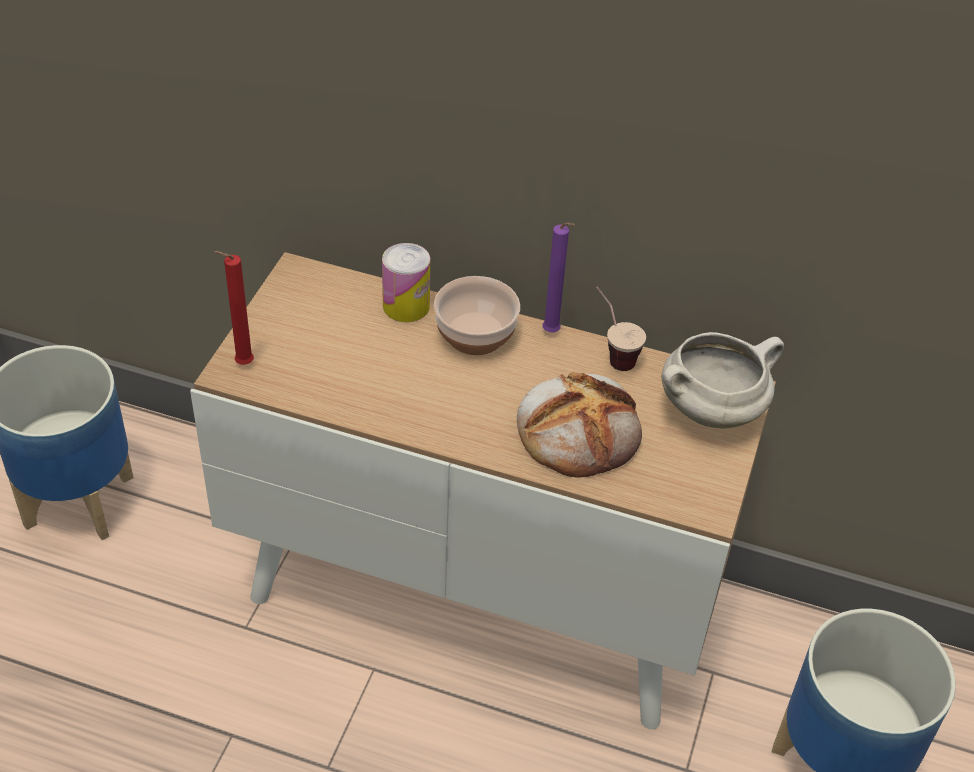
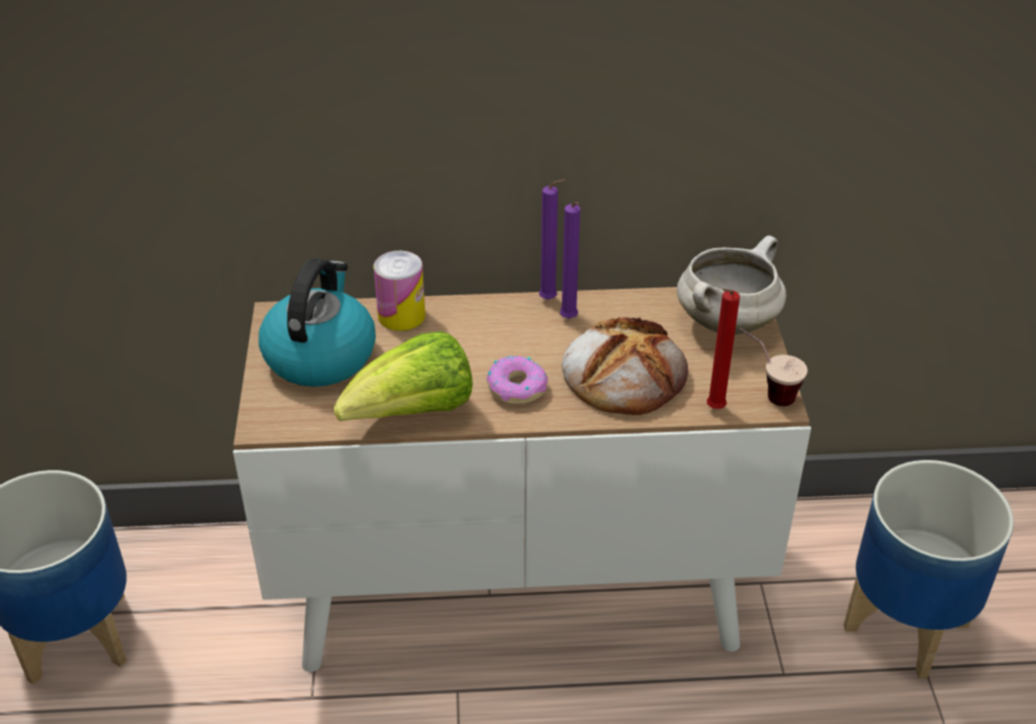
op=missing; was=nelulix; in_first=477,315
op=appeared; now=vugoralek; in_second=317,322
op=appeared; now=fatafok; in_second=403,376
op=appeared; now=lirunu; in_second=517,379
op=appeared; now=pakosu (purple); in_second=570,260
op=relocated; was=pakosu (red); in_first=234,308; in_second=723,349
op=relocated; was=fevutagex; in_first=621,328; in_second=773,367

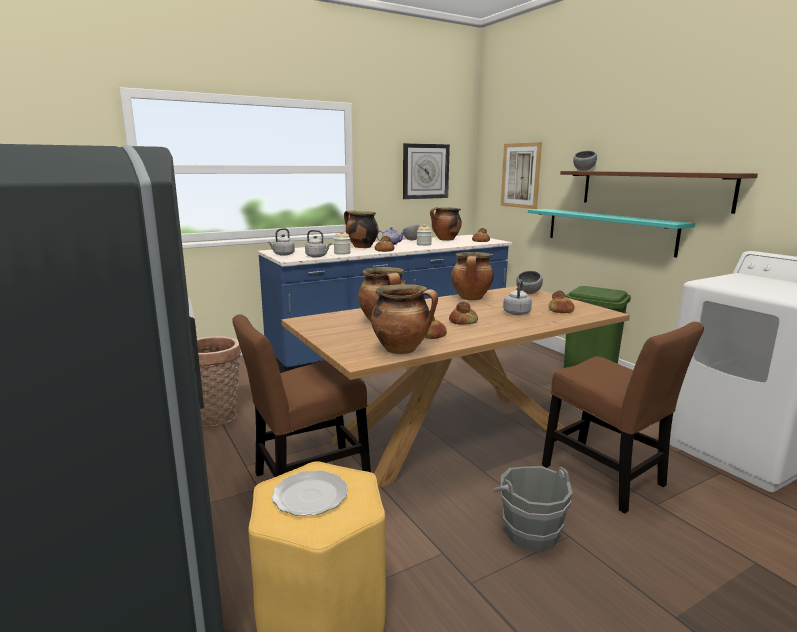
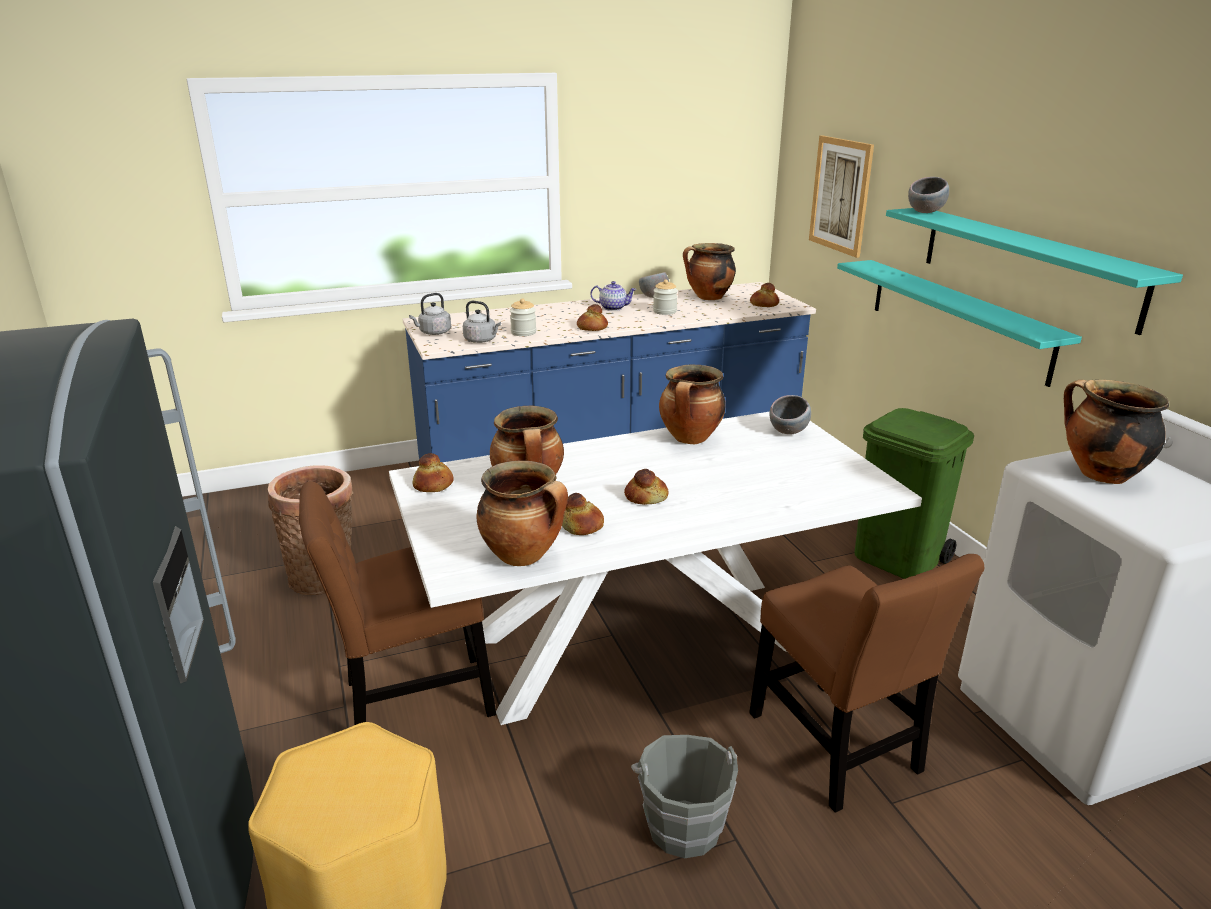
op=missing; was=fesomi; in_first=310,493
op=missing; was=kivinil; in_first=426,171
op=missing; was=vugoralek (grey); in_first=517,297
op=relocated; was=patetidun; in_first=361,229; in_second=1116,432
op=relocated; was=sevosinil; in_first=561,301; in_second=433,472
op=colour; was=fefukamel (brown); now=fefukamel (white); in_first=455,387; in_second=655,568
op=colour; was=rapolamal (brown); now=rapolamal (turquoise); in_first=659,192; in_second=1034,271

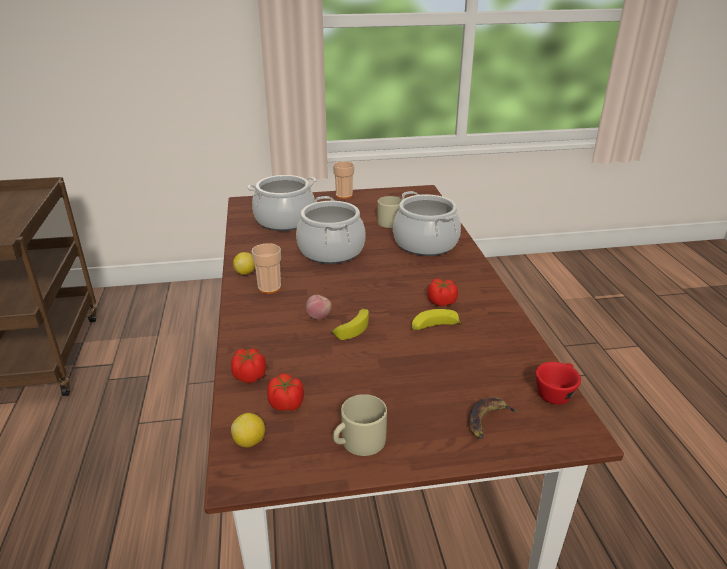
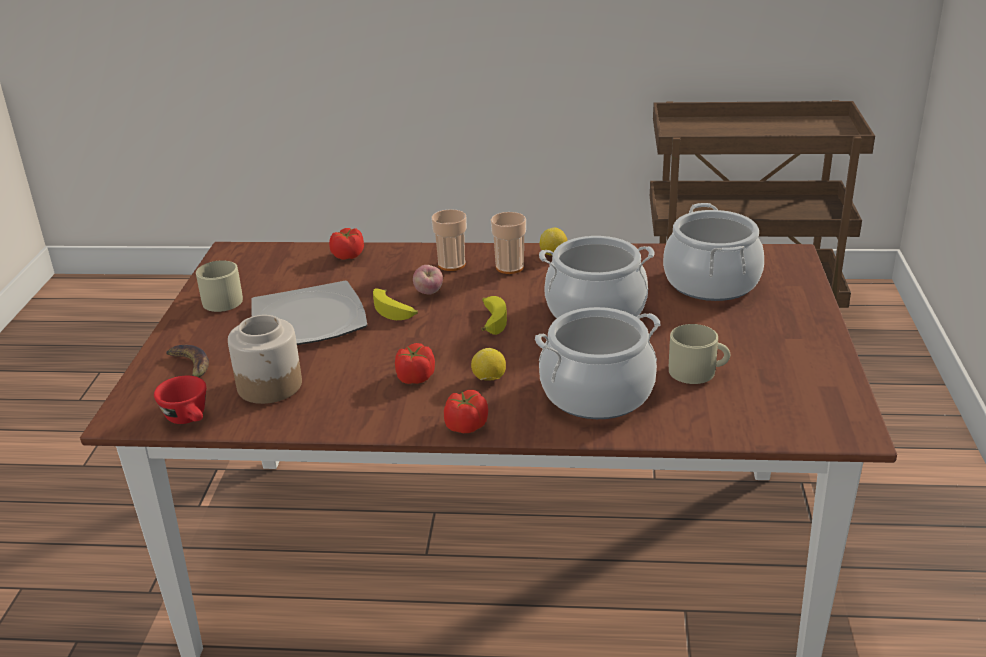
op=appeared; now=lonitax; in_second=265,359
op=appeared; now=fesomi; in_second=309,313
op=relocated; was=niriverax; in_first=248,430; in_second=488,364
op=relocated; was=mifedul; in_first=285,392; in_second=466,411
op=relocated; was=fevutagex; in_first=343,180; in_second=449,240
op=relocated; was=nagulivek; in_first=437,319; in_second=494,315

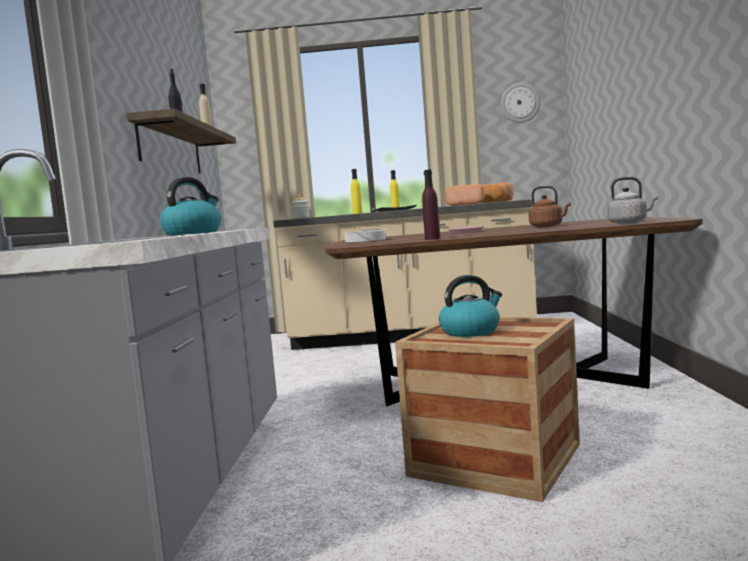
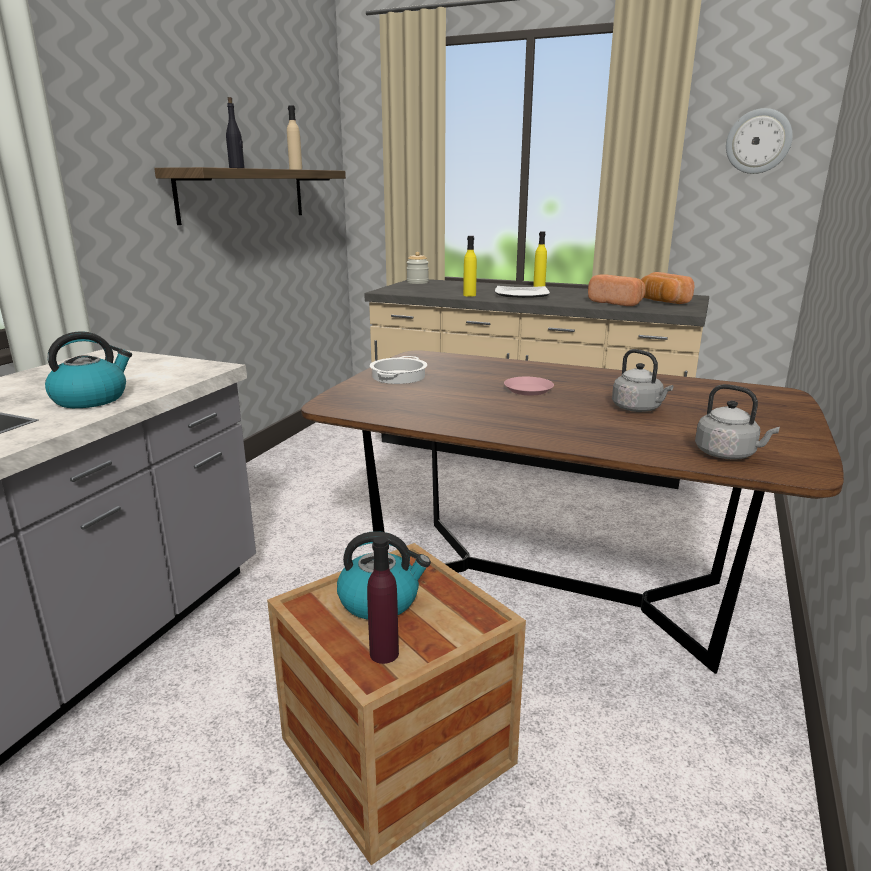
op=relocated; was=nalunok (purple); in_first=431,205; in_second=383,600
op=colour; was=vugoralek (brown); now=vugoralek (grey); in_first=549,206; in_second=642,380

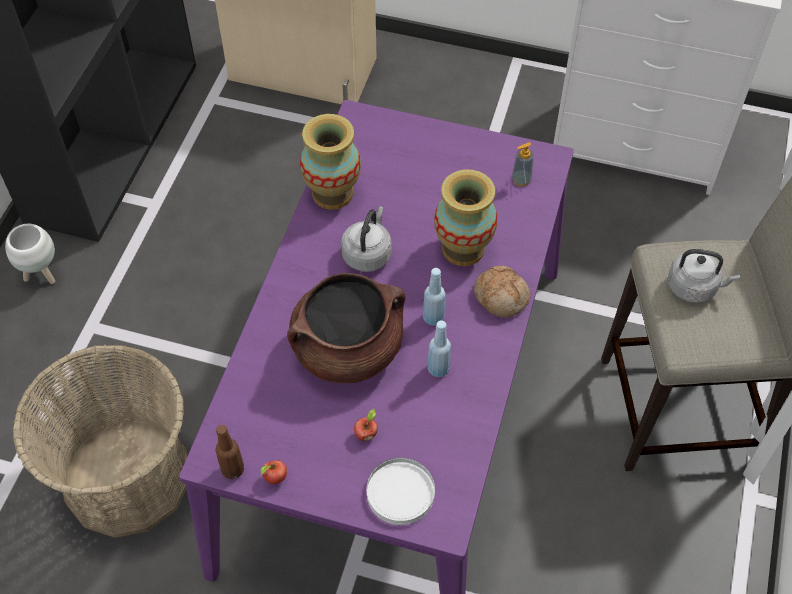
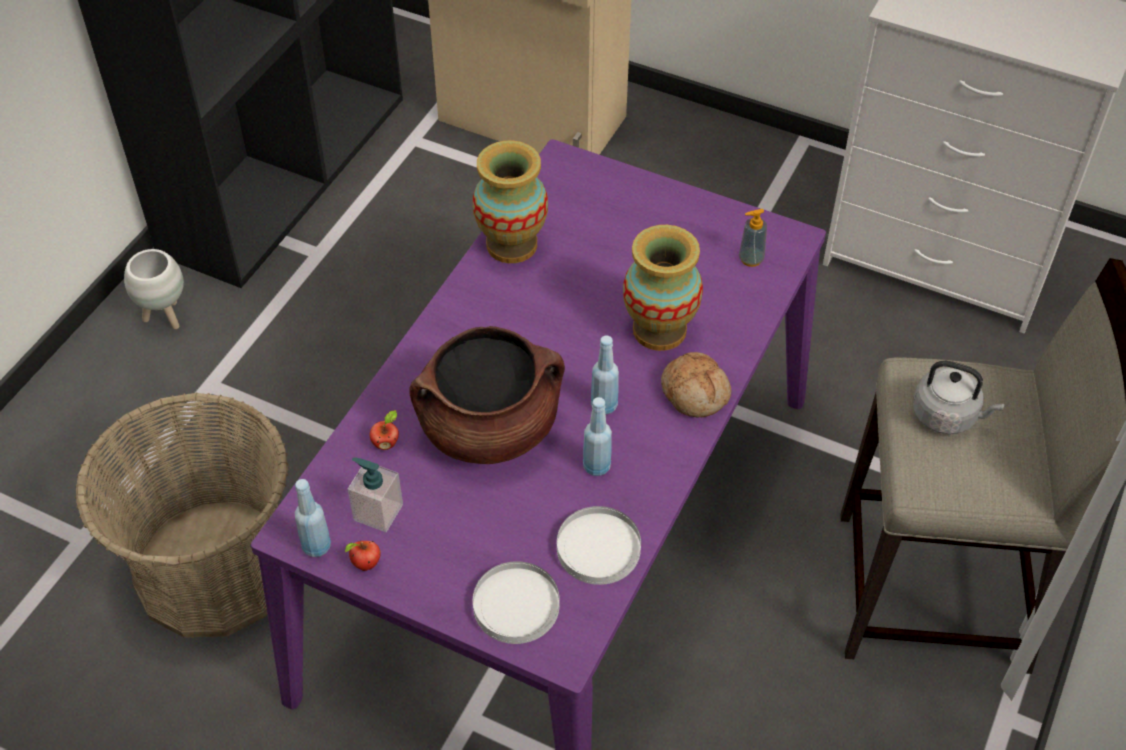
op=missing; was=vugoralek (grey); in_first=366,239
op=appeared; now=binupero; in_second=375,494
op=appeared; now=fesomi (white); in_second=599,545
op=relocated; was=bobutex; in_first=366,425; in_second=384,430
op=colour; was=nalunok (brown); now=nalunok (blue); in_first=229,452; in_second=313,518

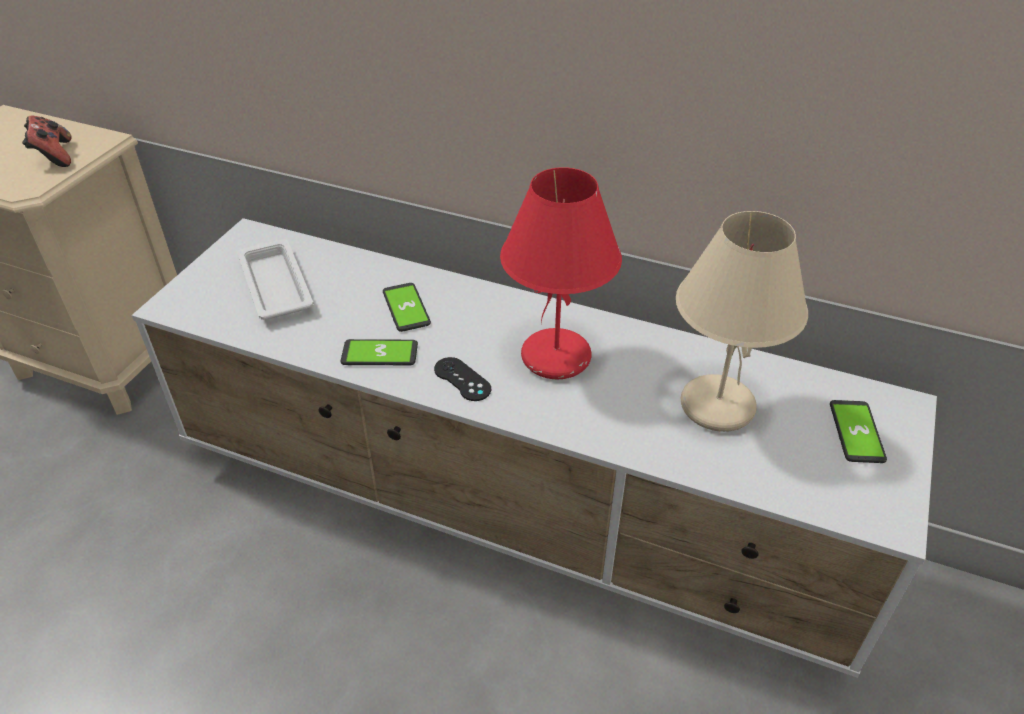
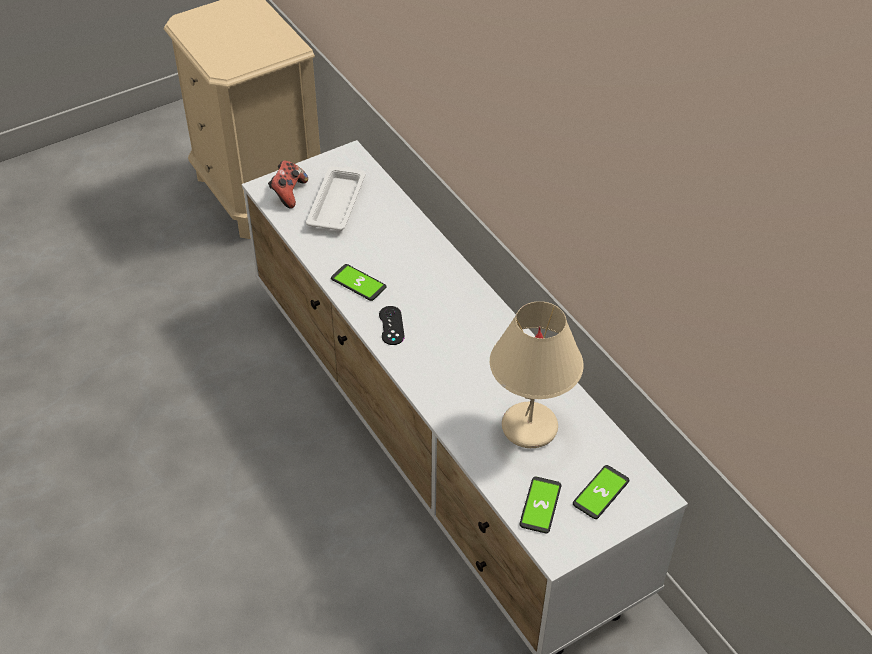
op=missing; was=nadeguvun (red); in_first=561,273
op=relocated; was=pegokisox; in_first=47,141; in_second=288,184
op=relocated; was=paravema; in_first=407,307; in_second=540,505

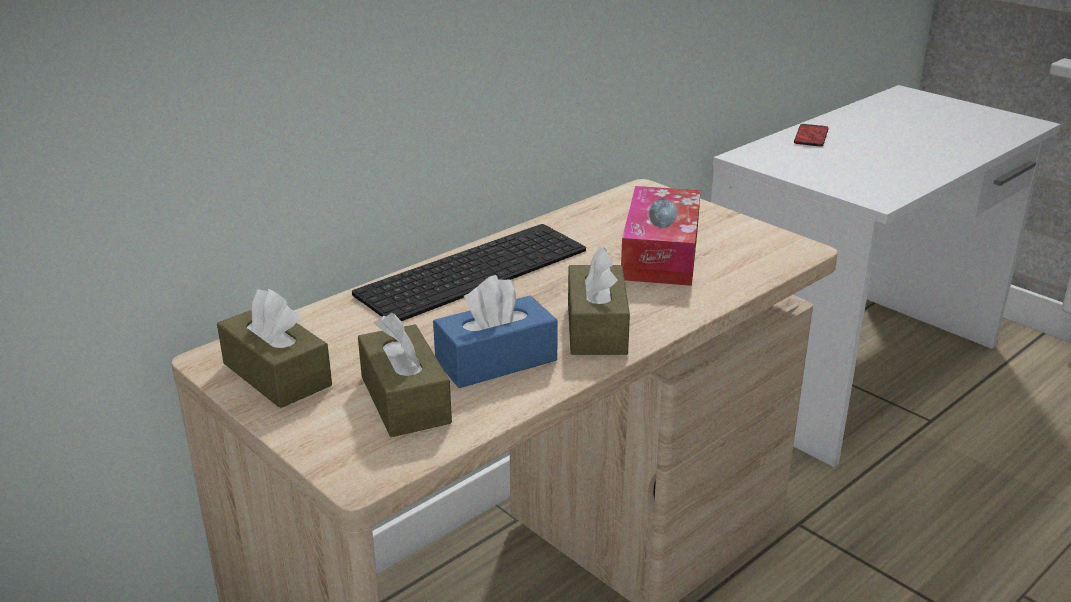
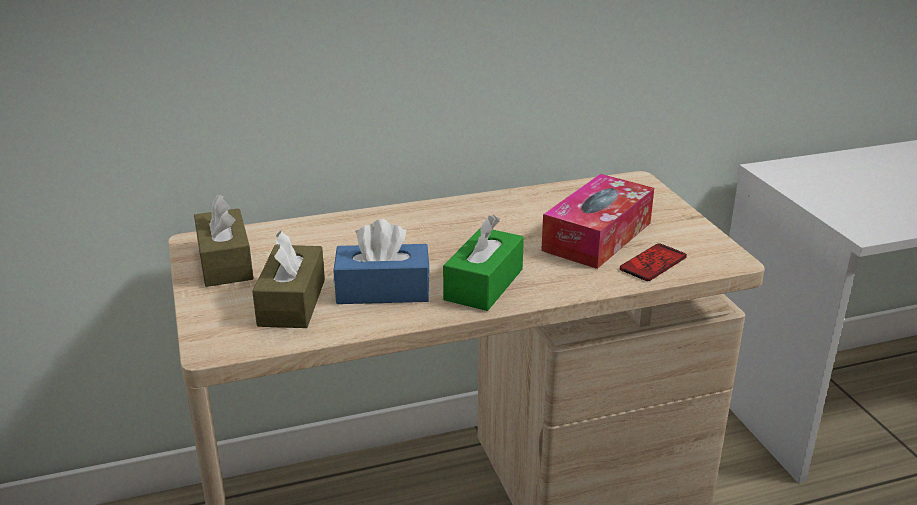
op=missing; was=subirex; in_first=469,272
op=relocated; was=paravema; in_first=811,135; in_second=653,262
op=colour; was=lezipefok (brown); now=lezipefok (green); in_first=599,300; in_second=483,263

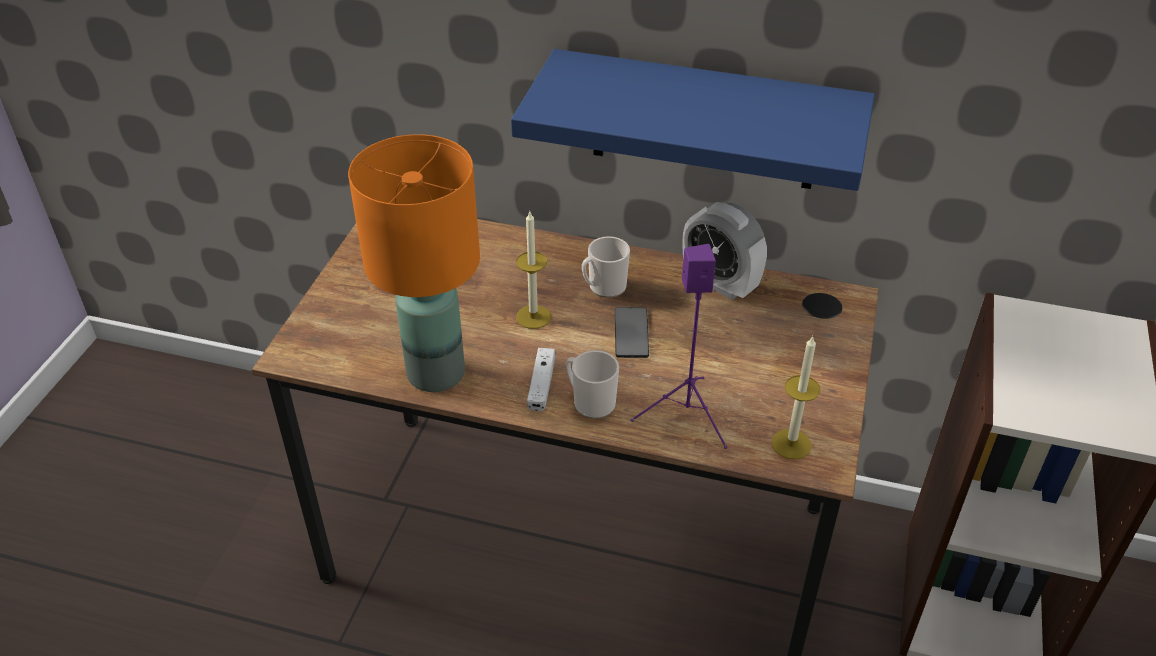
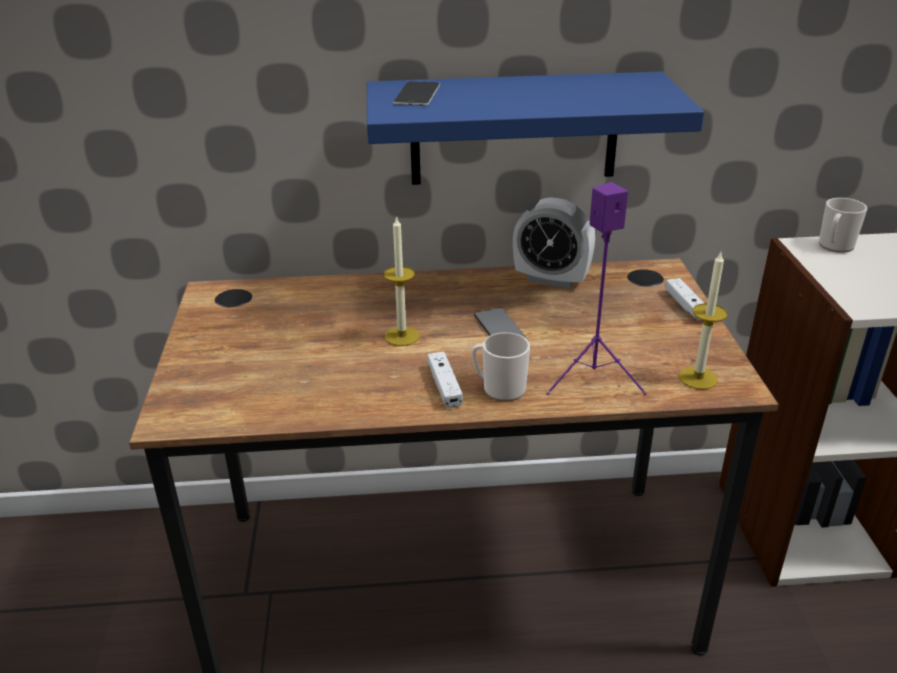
op=missing; was=nadeguvun (orange); in_first=414,263
op=appeared; now=paravema; in_second=416,93
op=appeared; now=pegokisox (white); in_second=684,299
op=relocated; was=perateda; in_first=606,267; in_second=843,225

